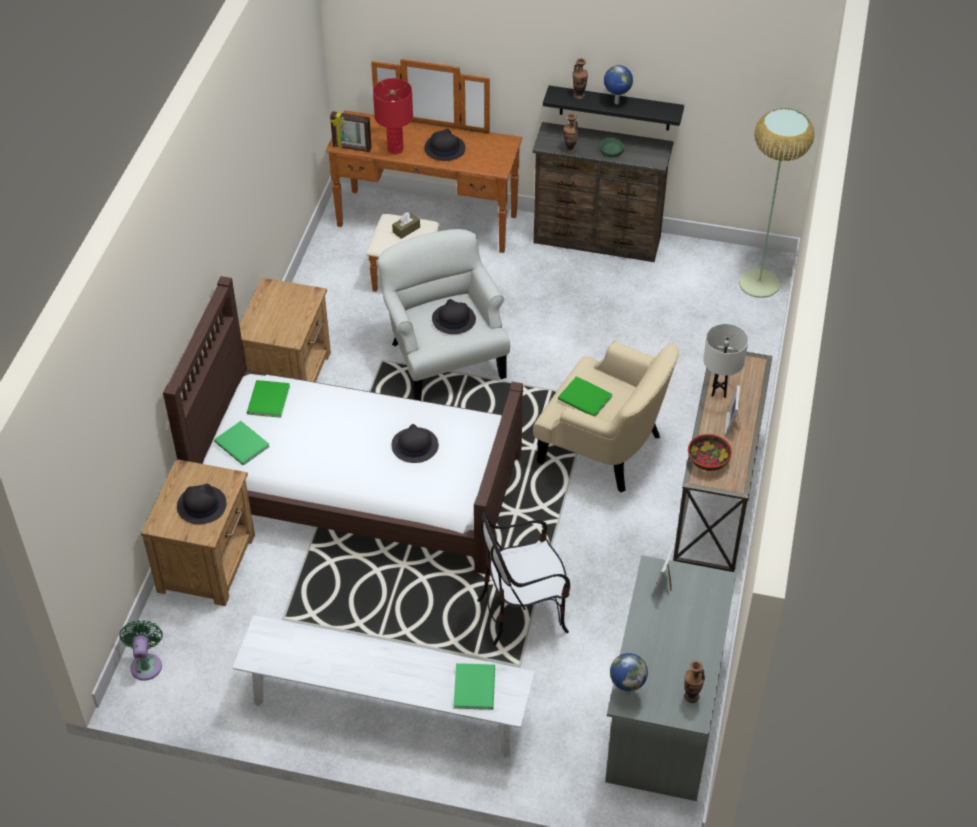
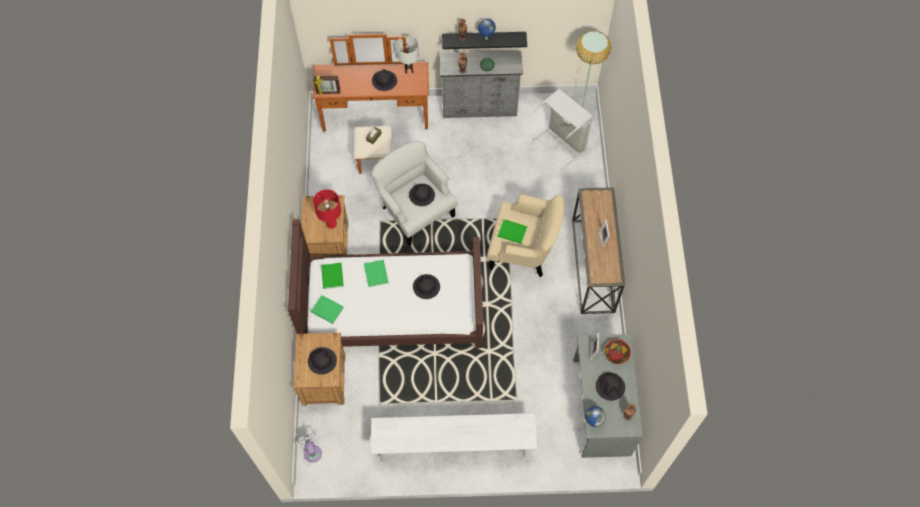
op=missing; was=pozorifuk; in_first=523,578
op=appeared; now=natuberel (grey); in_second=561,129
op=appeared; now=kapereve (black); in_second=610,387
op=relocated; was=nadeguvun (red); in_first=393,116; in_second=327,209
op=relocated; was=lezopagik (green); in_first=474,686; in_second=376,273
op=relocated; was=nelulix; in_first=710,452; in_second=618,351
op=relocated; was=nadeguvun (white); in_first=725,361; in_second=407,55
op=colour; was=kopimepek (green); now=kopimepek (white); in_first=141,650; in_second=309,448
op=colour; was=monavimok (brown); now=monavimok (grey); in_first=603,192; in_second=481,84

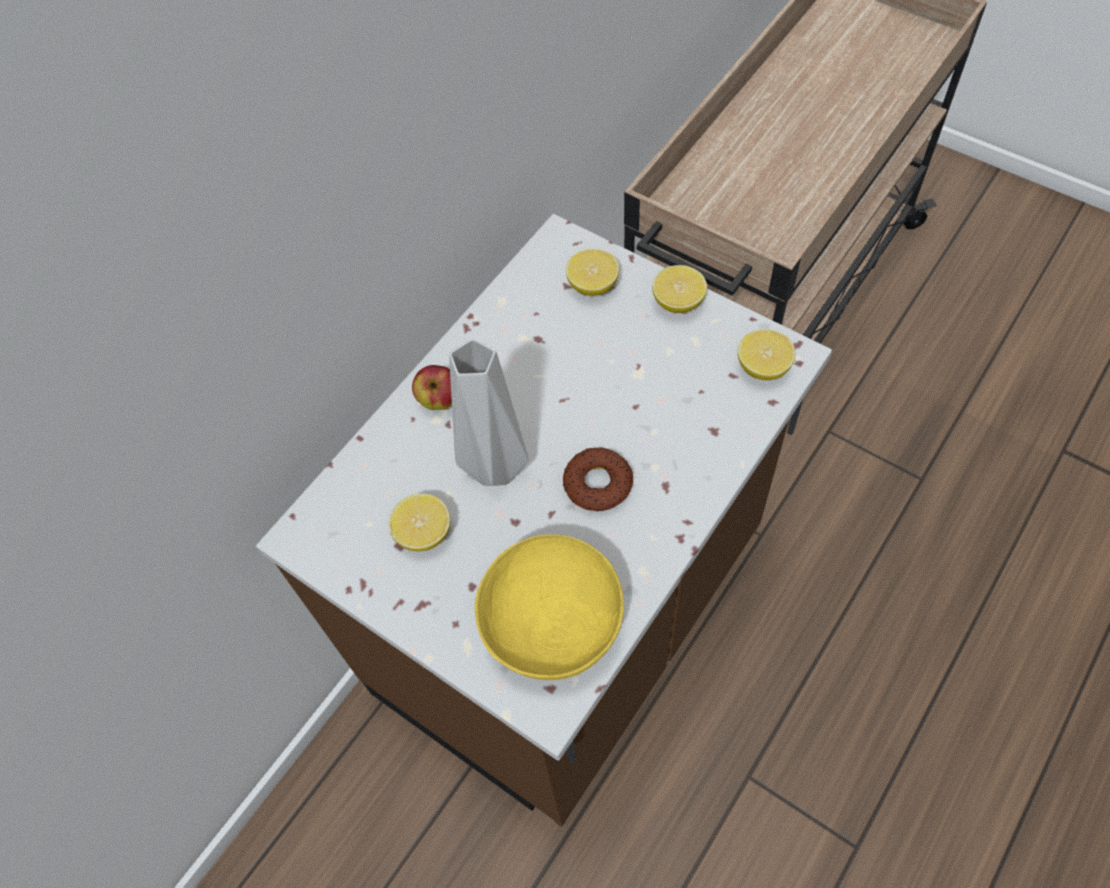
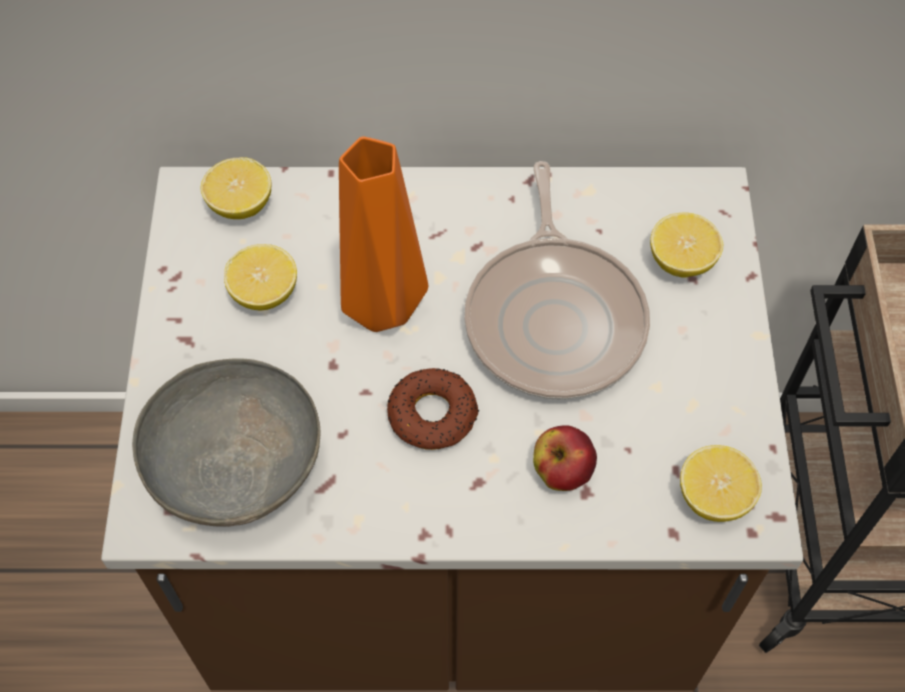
op=appeared; now=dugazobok; in_second=557,280
op=relocated; was=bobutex; in_first=432,387; in_second=565,458
op=relocated; was=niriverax; in_first=679,289; in_second=236,188
op=colour; was=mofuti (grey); now=mofuti (orange); in_first=489,412; in_second=383,234
op=colour; was=nelulix (yellow); now=nelulix (grey); in_first=549,607; in_second=226,442

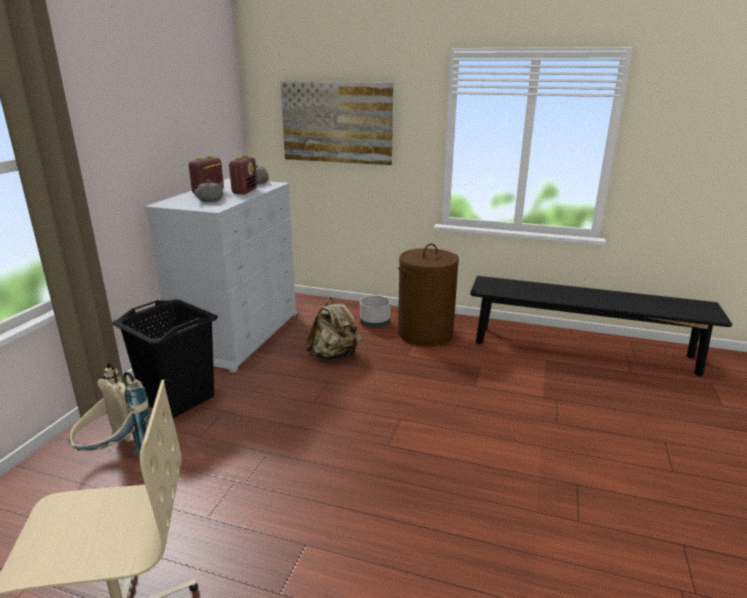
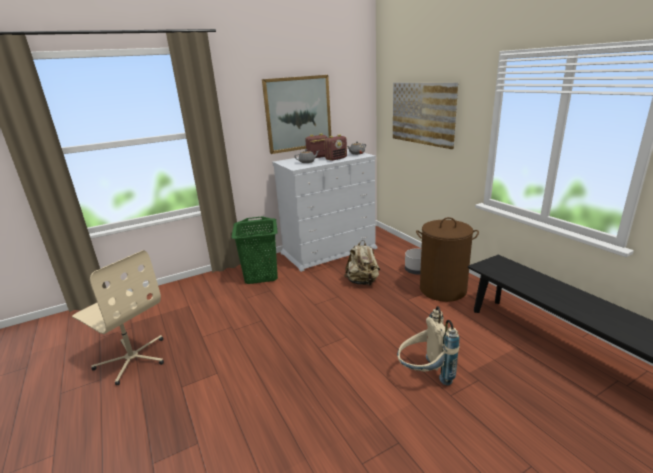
op=appeared; now=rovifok; in_second=296,114
op=relocated; was=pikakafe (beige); in_first=109,408; in_second=428,346
op=colour; was=natuberel (black); now=natuberel (green); in_first=165,358; in_second=254,250

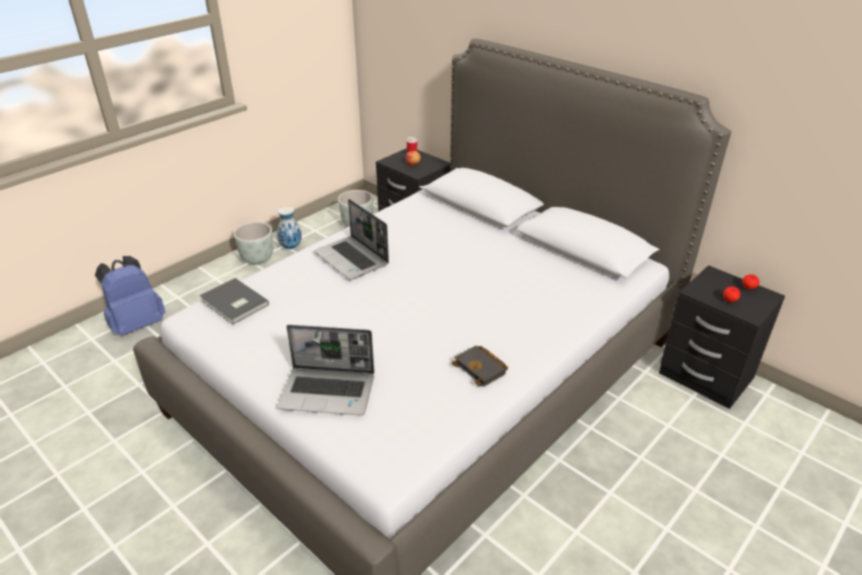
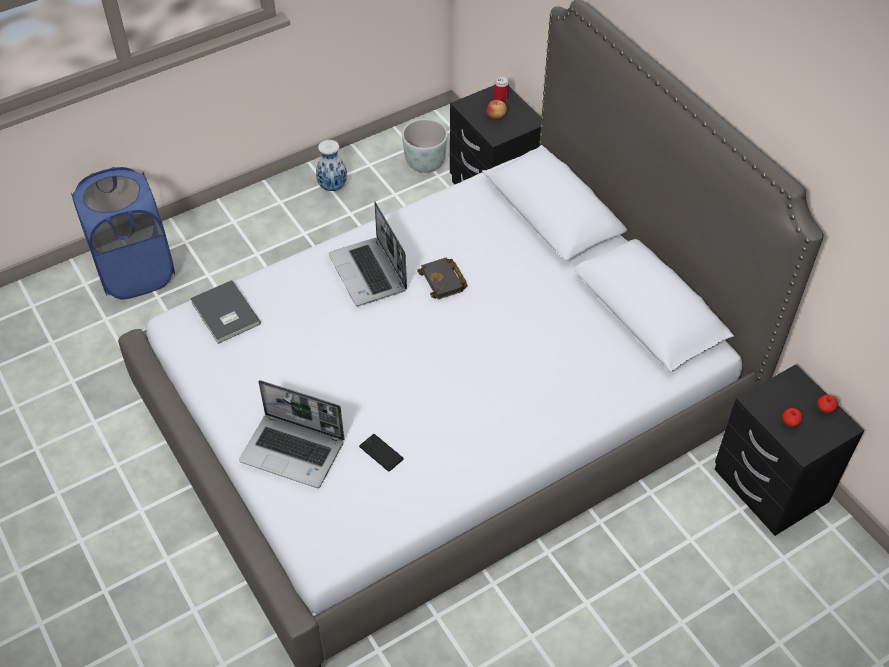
op=missing; was=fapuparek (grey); in_first=253,243
op=appeared; now=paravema; in_second=381,453
op=relocated; was=lezopagik (black); in_first=480,366; in_second=442,278
op=exchanged; was=pikakafe (blue); now=natuberel (blue); in_first=130,296; in_second=123,233

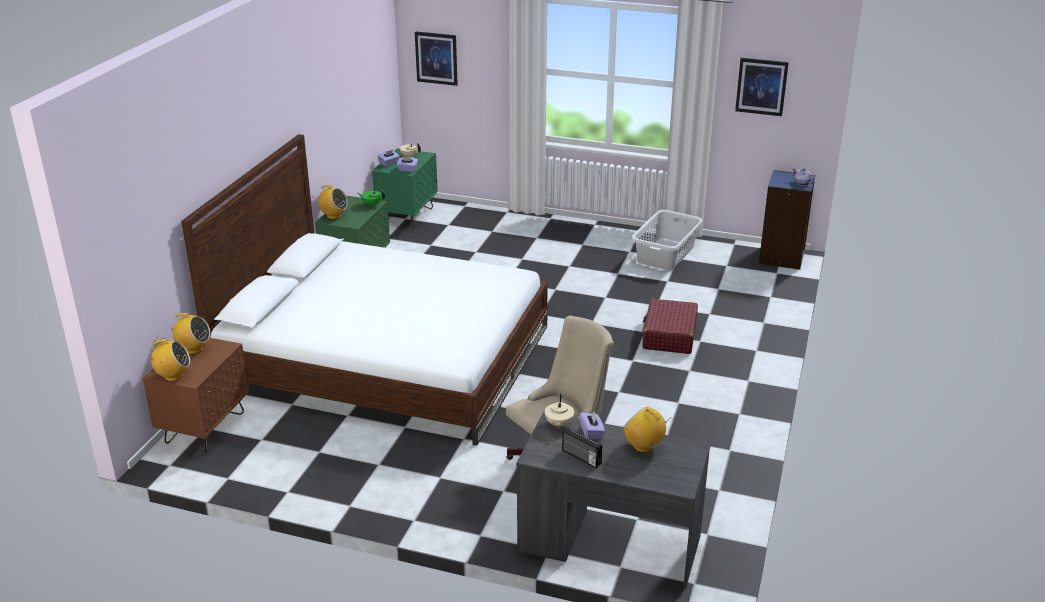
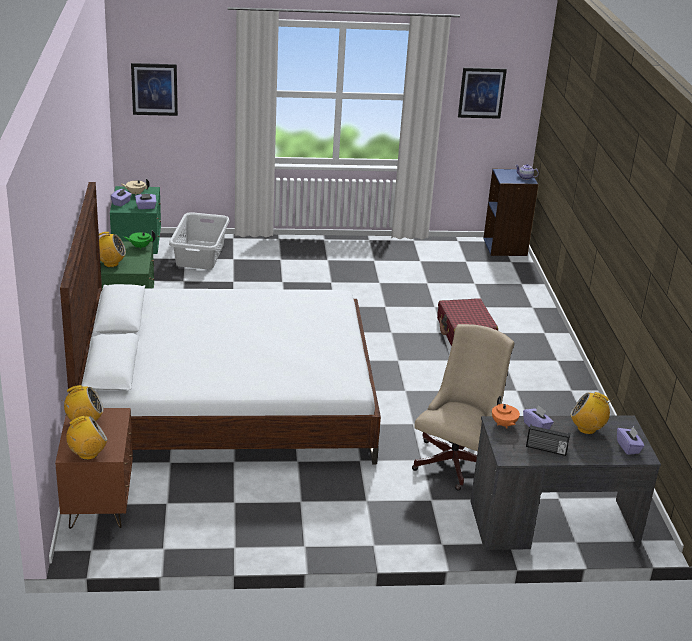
op=appeared; now=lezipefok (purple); in_second=631,440
op=relocated; was=natuberel (grey); in_first=667,240; in_second=199,240
op=colour; was=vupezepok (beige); now=vupezepok (orange); in_first=559,411; in_second=506,412

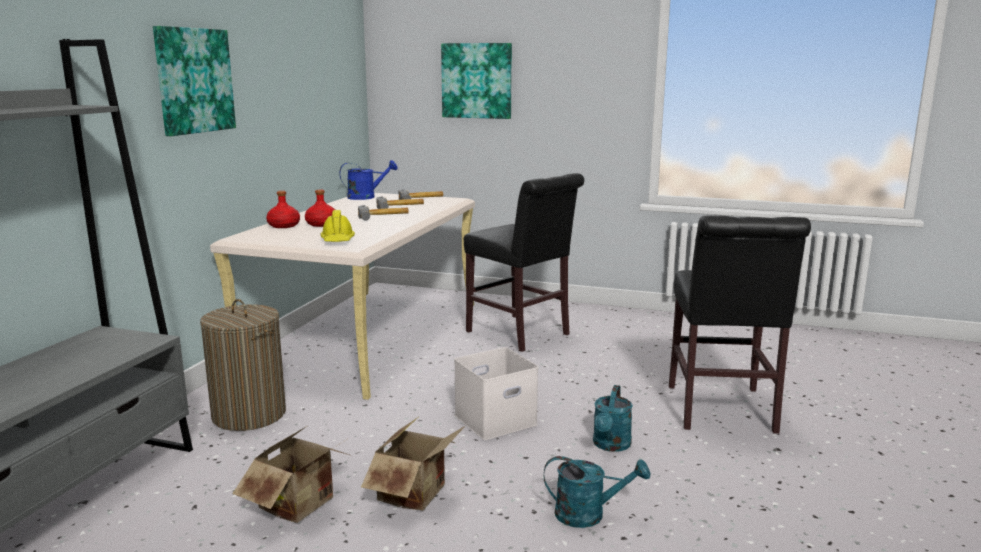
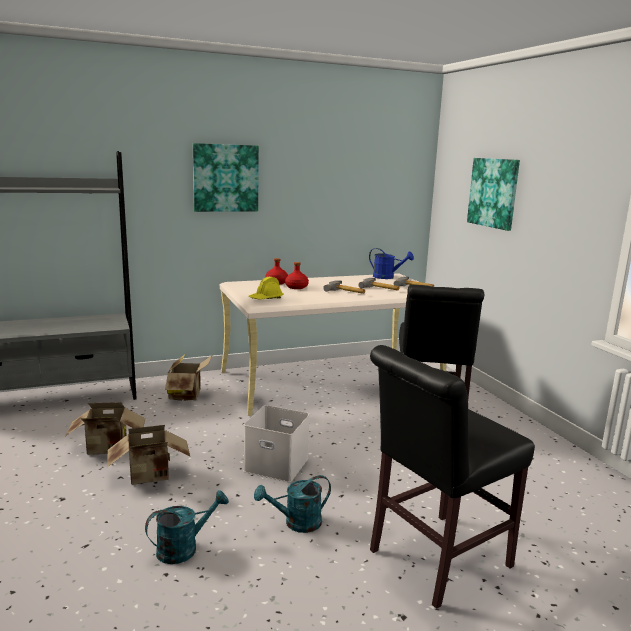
op=exchanged; was=natuberel; now=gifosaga; in_first=243,365; in_second=188,378
op=spun; was=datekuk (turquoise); in_first=597,492; in_second=187,527; clockwise=-90

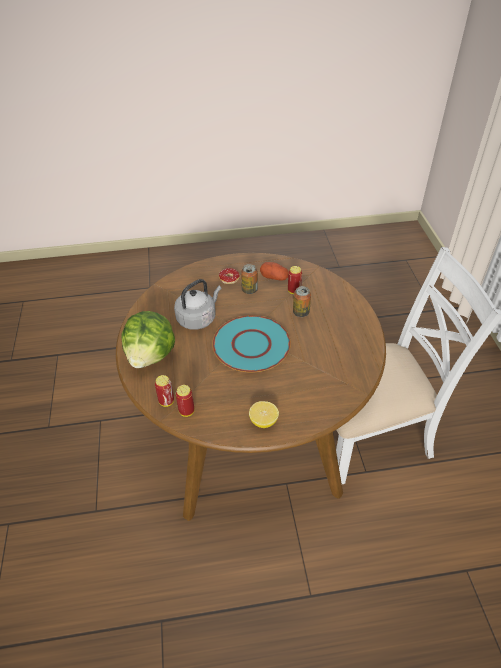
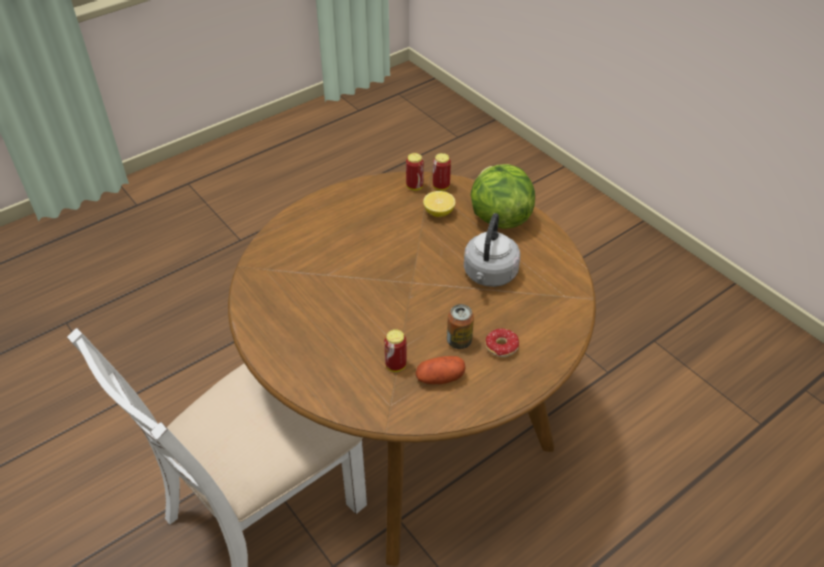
op=missing; was=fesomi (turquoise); in_first=251,343
op=missing; was=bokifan; in_first=302,301
op=relocated; was=niriverax; in_first=264,414; in_second=439,204

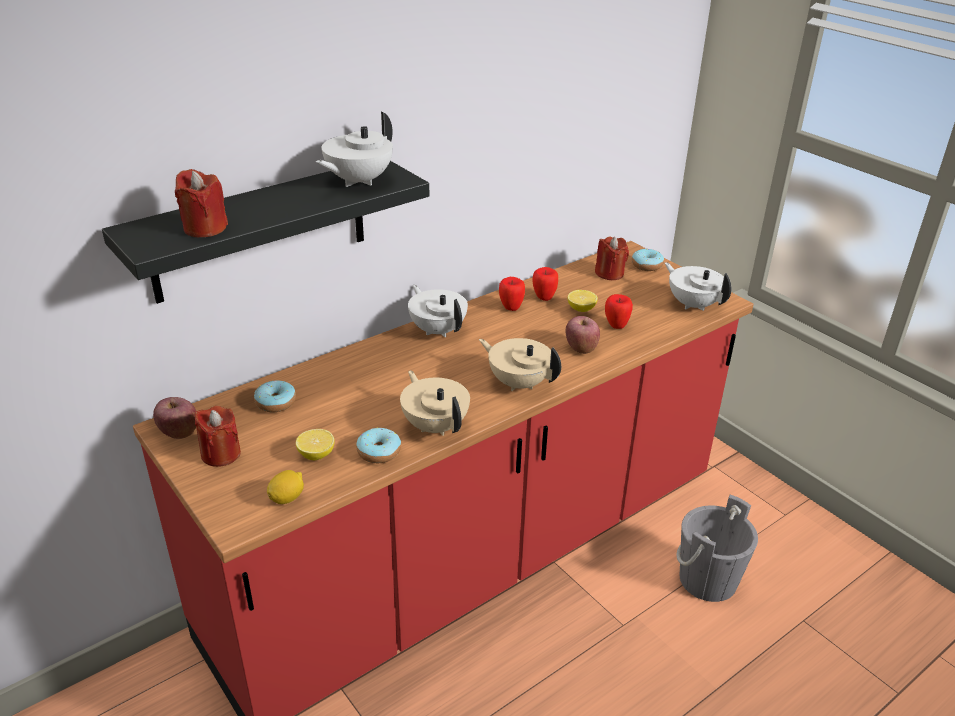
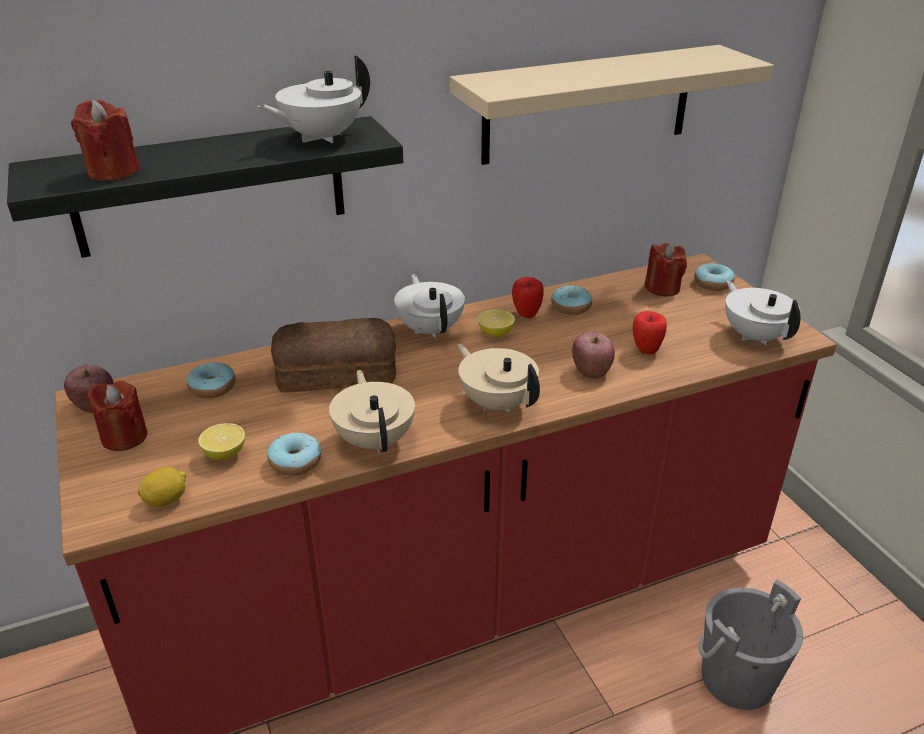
op=appeared; now=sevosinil; in_second=333,355
op=appeared; now=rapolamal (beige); in_second=612,105
op=relocated; was=niriverax; in_first=582,301; in_second=496,323
op=exchanged; was=bobutex; now=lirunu; in_first=545,284; in_second=571,300

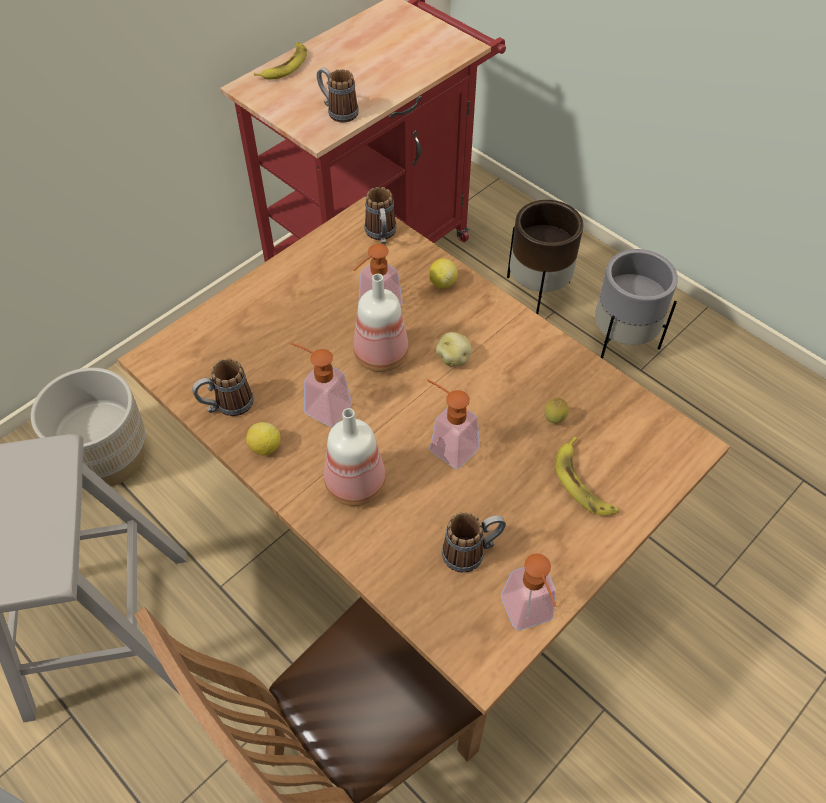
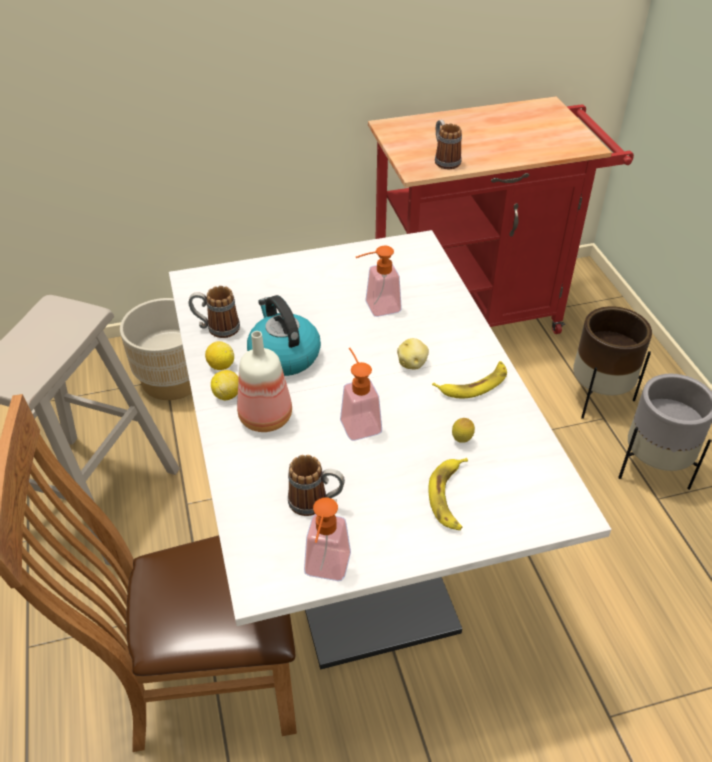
op=missing; was=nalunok; in_first=381,323
op=missing; was=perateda; in_first=380,215
op=relocated; was=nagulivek; in_first=280,60; in_second=469,379
op=relocated; was=niriverax; in_first=443,273; in_second=225,385
op=exchanged; was=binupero; now=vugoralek; in_first=321,385; in_second=284,335
op=colour; was=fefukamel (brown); now=fefukamel (white); in_first=424,455; in_second=390,449

